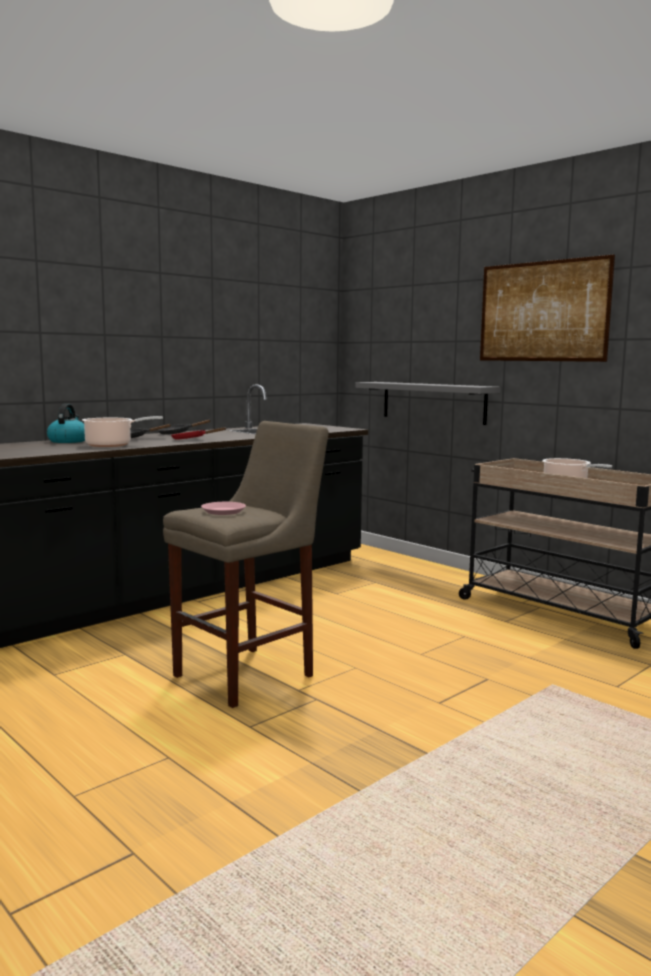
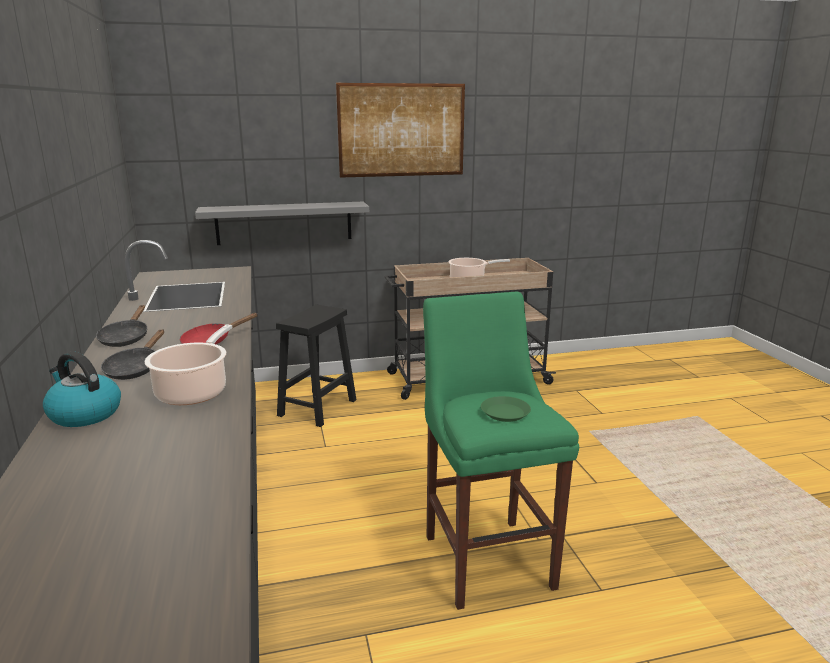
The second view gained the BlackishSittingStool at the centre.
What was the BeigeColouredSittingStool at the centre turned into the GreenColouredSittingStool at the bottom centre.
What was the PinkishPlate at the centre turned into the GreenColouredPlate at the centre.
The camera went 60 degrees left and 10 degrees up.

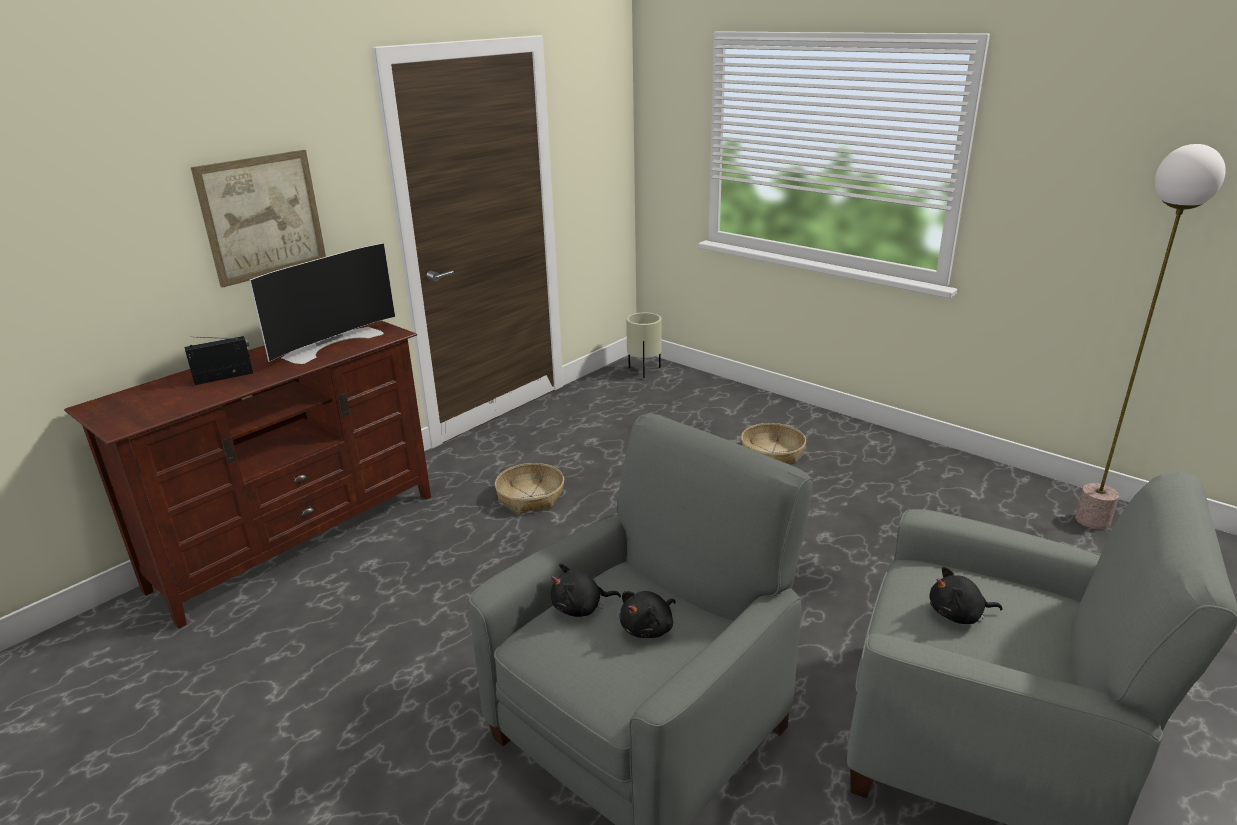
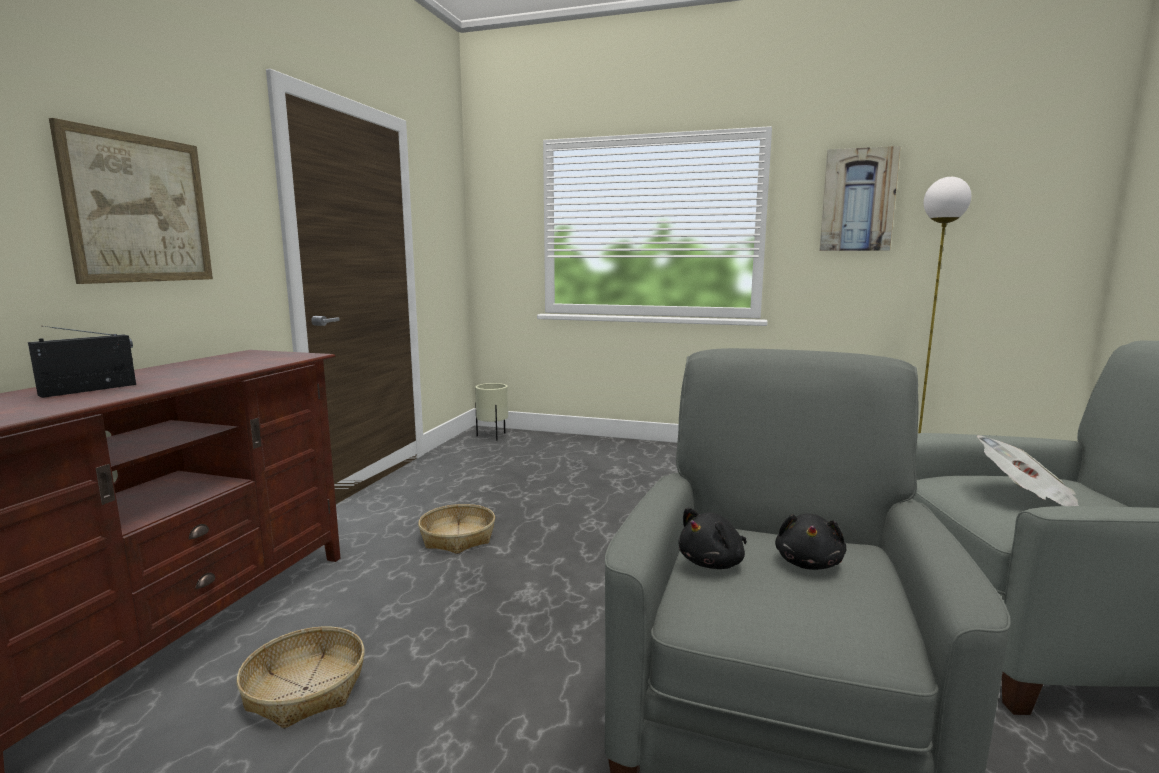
The second view lost the Television at the middle left.
The second view gained the Picture (2nd from left) at the top right.
The StorageBasket (2nd from left in the first image) ended up elsewhere, having gone from the centre to the bottom left.
Where the BlackishSoftToy (3rd from left) stood at the bottom right, the PrintedPaper came to stand at the middle right.
The camera went 25 degrees left and 15 degrees down.

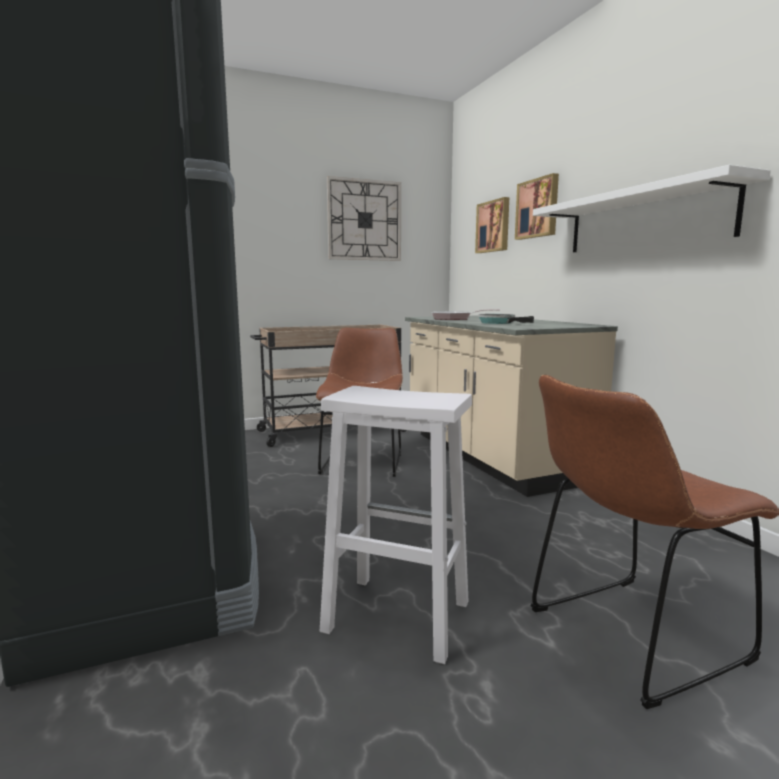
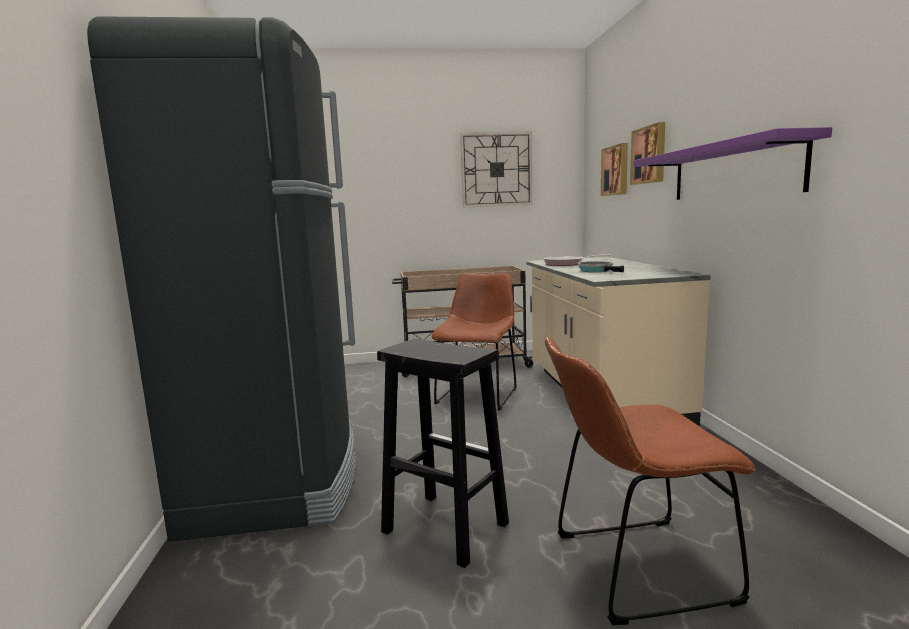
What was the WhiteColouredSittingStool at the bottom centre turned into the BlackishSittingStool at the bottom centre.
What was the WhiteColouredBracketShelf at the top right turned into the PurpleBracketShelf at the top right.
The camera went 15 degrees right and 0 degrees up.

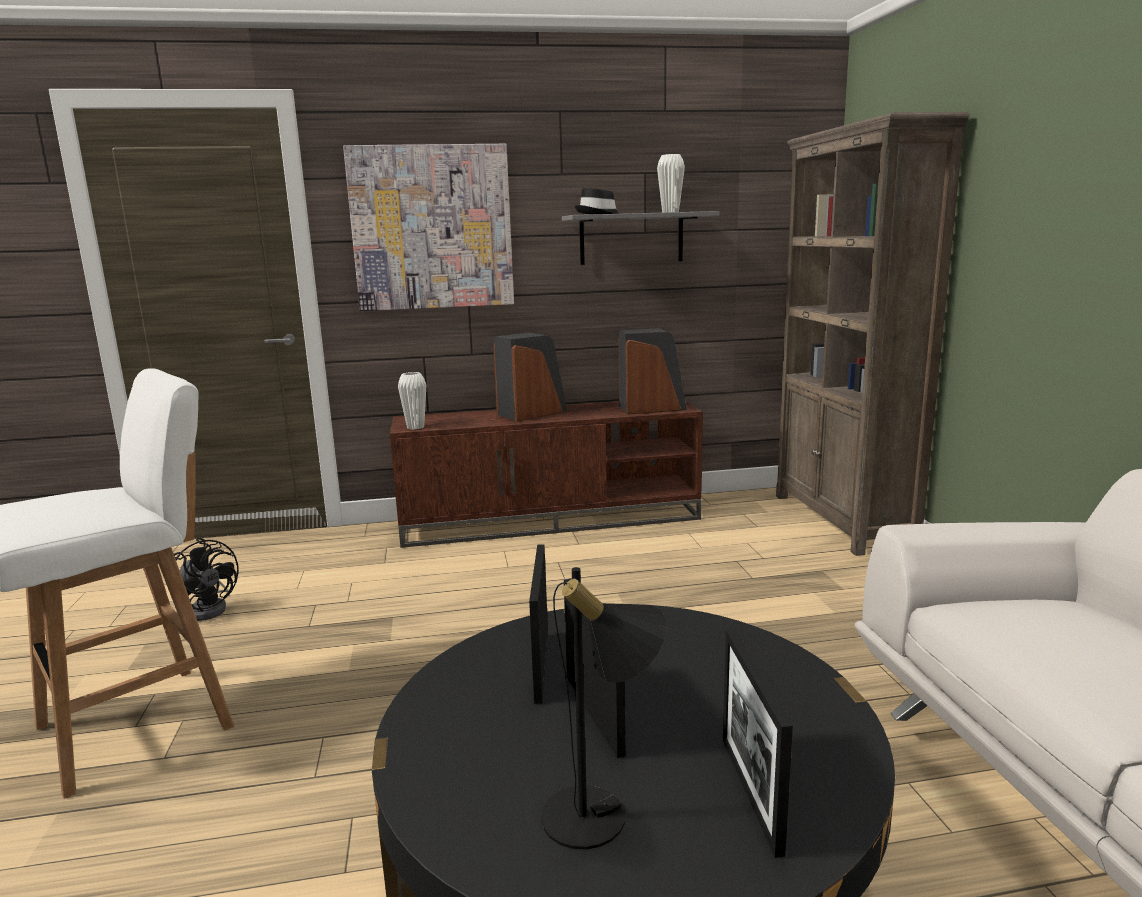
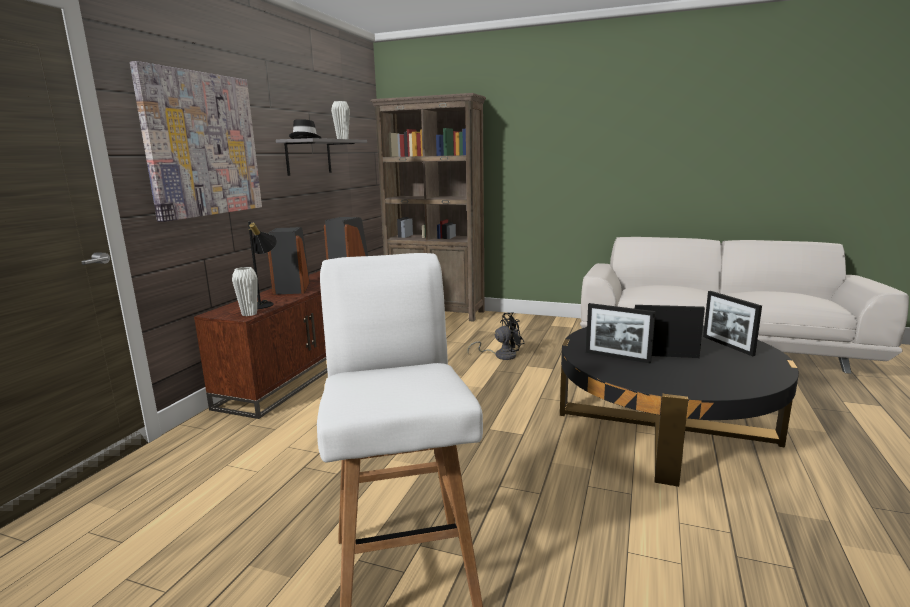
The BlackishFan ended up elsewhere, having gone from the middle left to the centre.
The BlackishTableLamp ended up elsewhere, having gone from the bottom centre to the middle left.
The PhotoFrame (3rd from left) at the bottom centre ended up facing another way, 45 degrees clockwise from before.
The camera went 60 degrees left and 0 degrees up.

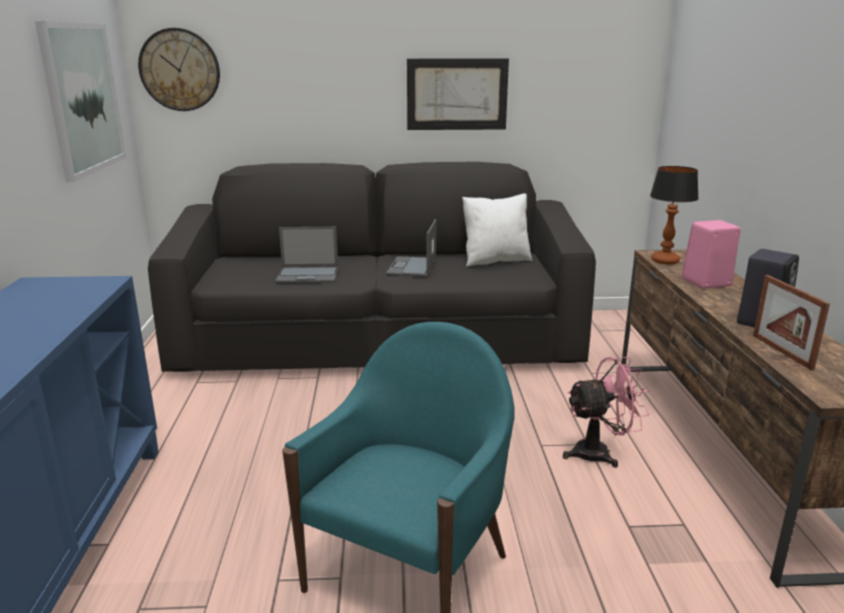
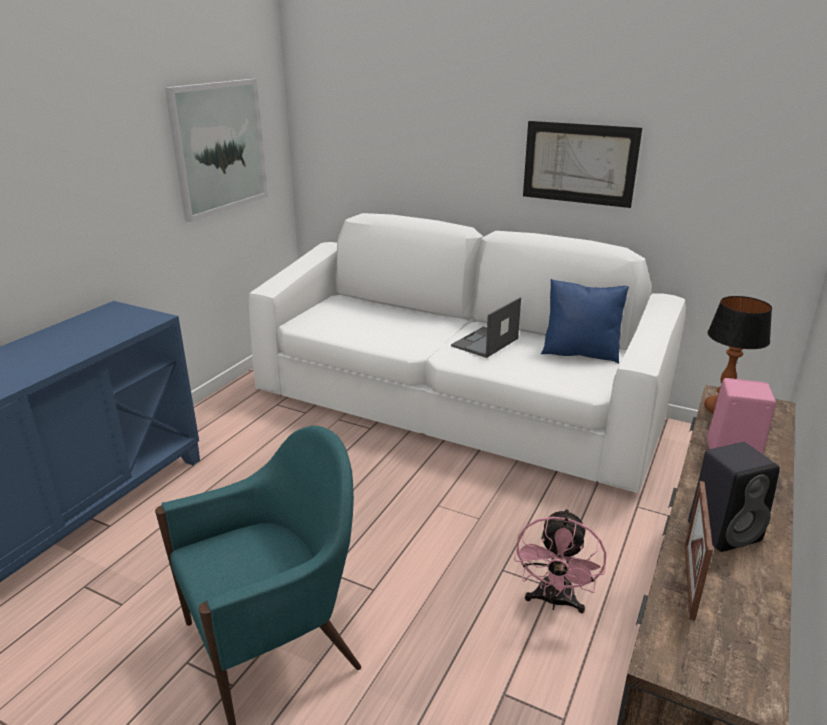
The second view lost the HangingClock at the top left.
The second view lost the PortableComputer (1st from left) at the centre.
What was the BlackishSettee at the centre turned into the WhiteColouredSettee at the centre.
What was the WhiteColouredPillow at the centre turned into the BlueColouredPillow at the middle right.
The PinkishFan at the bottom right ended up facing another way, 90 degrees clockwise from before.
The camera went 30 degrees right and 5 degrees up.

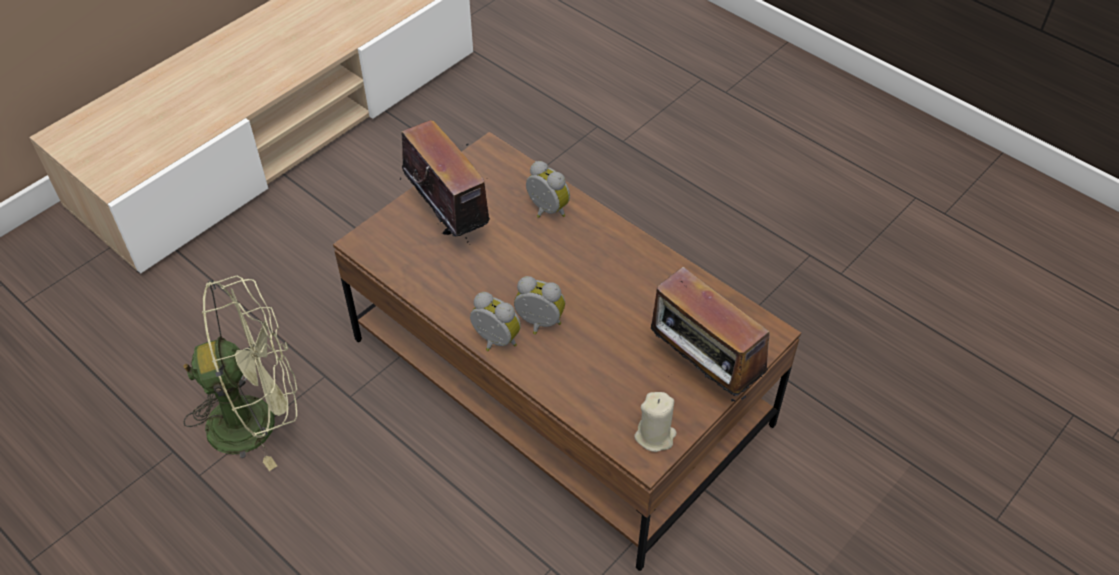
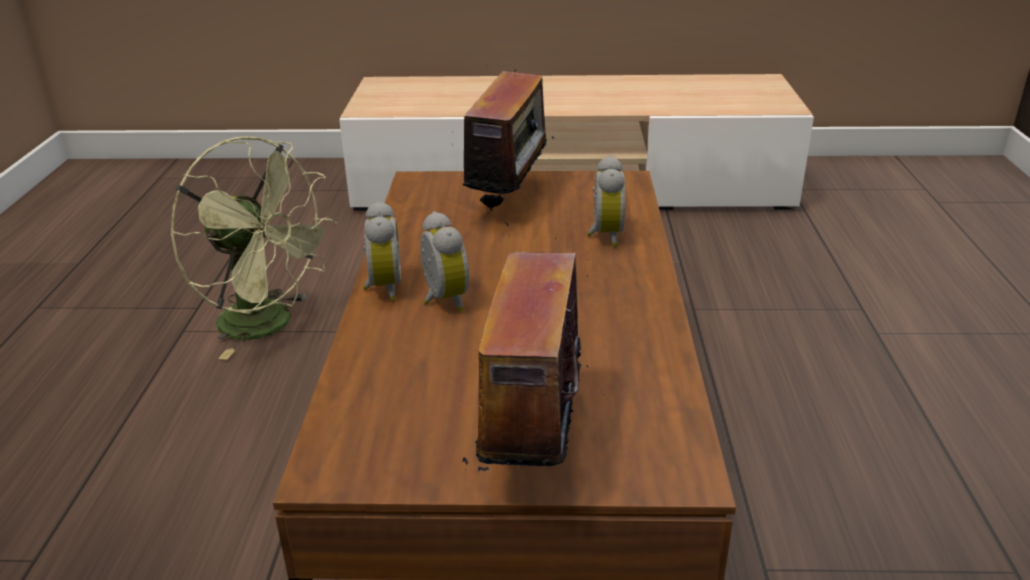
The second view lost the BeigeColouredWaxLight at the bottom centre.
The camera went 50 degrees right and 20 degrees down.

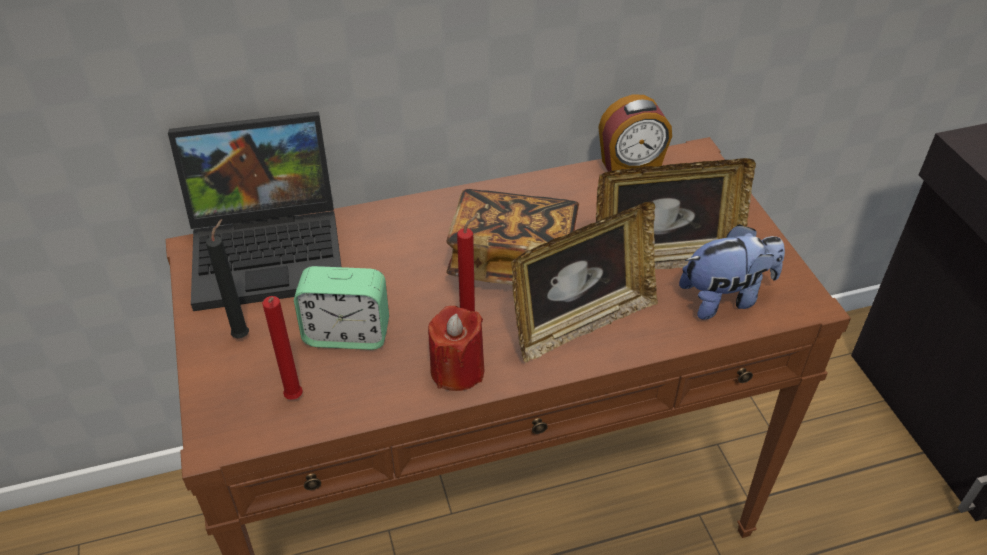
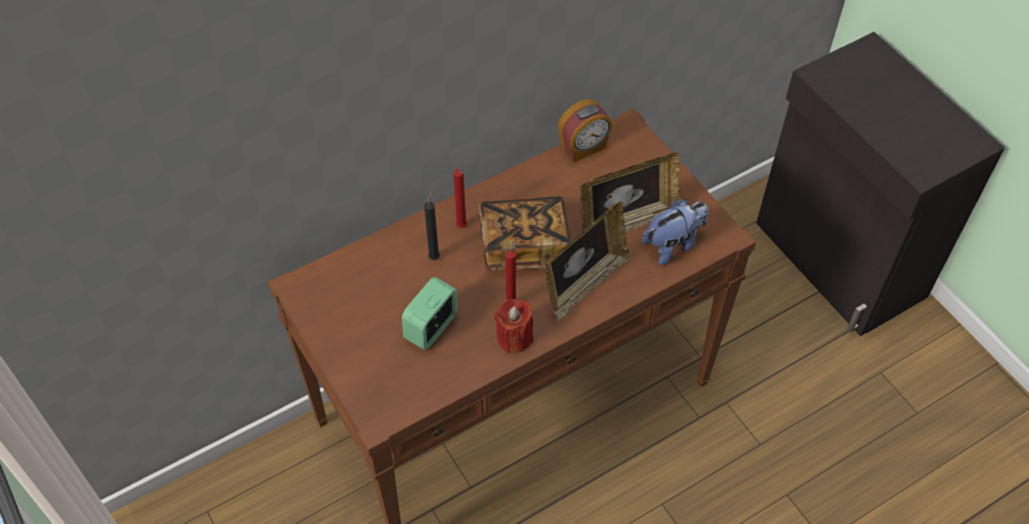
The second view lost the PortableComputer at the middle left.
The BlackishWaxLight ended up elsewhere, having gone from the middle left to the centre.
The RedWaxLight (1st from left) ended up elsewhere, having gone from the middle left to the centre.
The BedsideClock (1st from left) at the centre ended up facing another way, 135 degrees clockwise from before.
The camera went 15 degrees left and 10 degrees up.

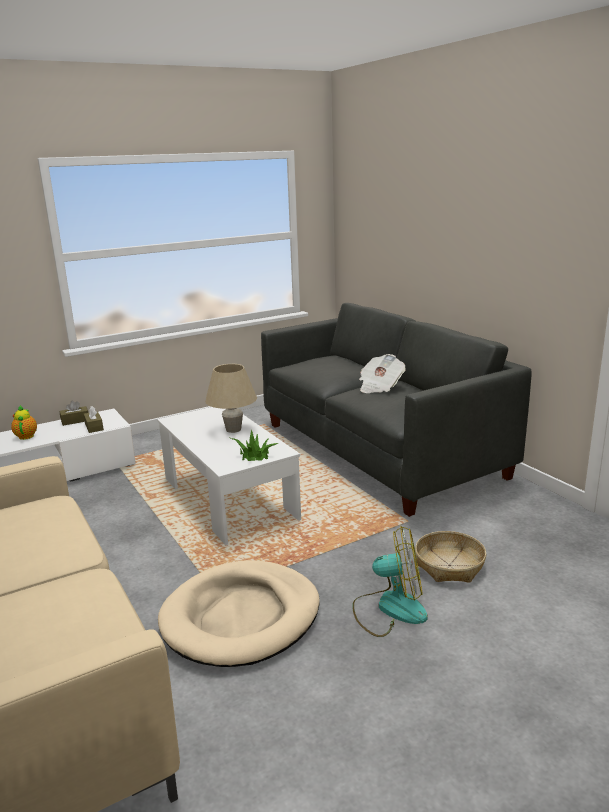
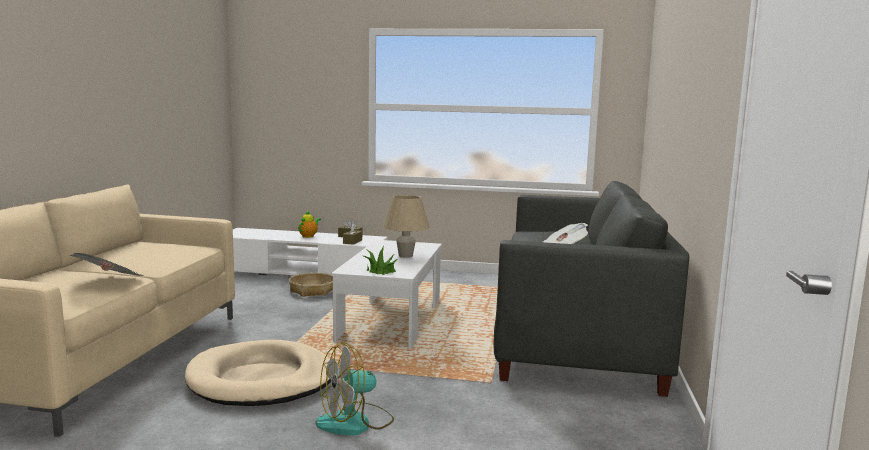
The second view gained the PrintedPaper (1st from left) at the middle left.
The StorageBasket ended up elsewhere, having gone from the bottom right to the centre.
The Fan at the bottom centre ended up facing another way, 105 degrees clockwise from before.
The camera went 40 degrees right and 10 degrees down.

